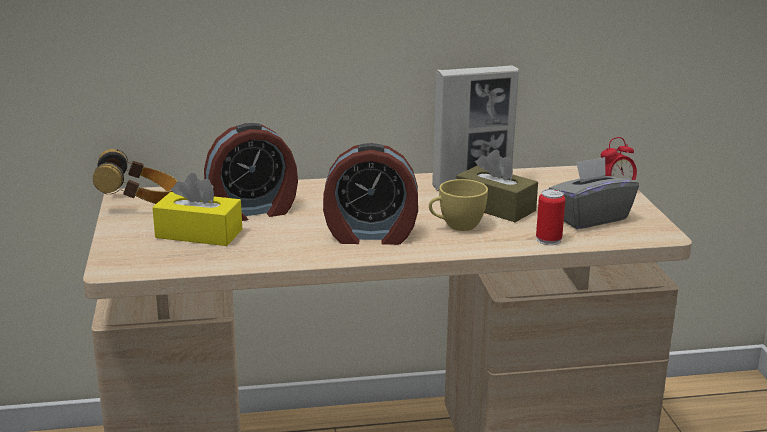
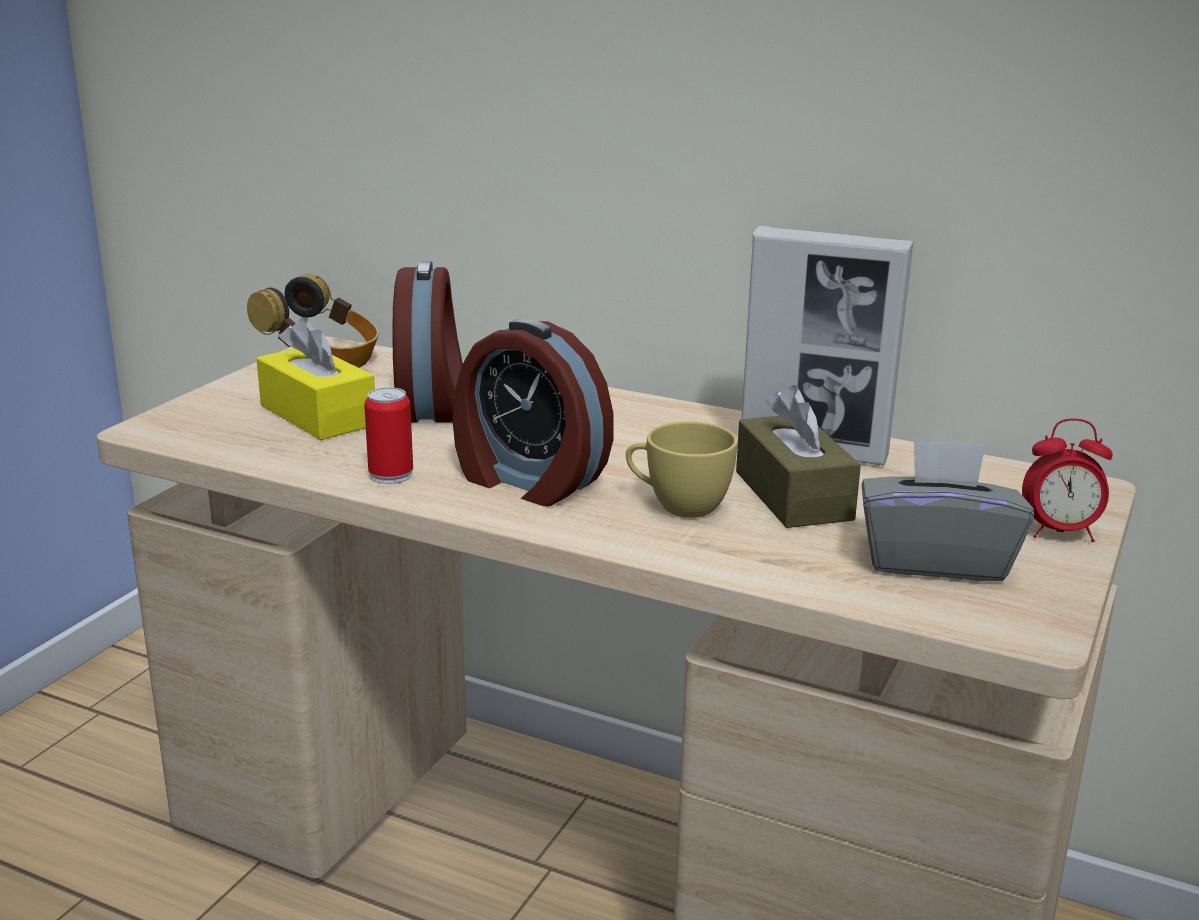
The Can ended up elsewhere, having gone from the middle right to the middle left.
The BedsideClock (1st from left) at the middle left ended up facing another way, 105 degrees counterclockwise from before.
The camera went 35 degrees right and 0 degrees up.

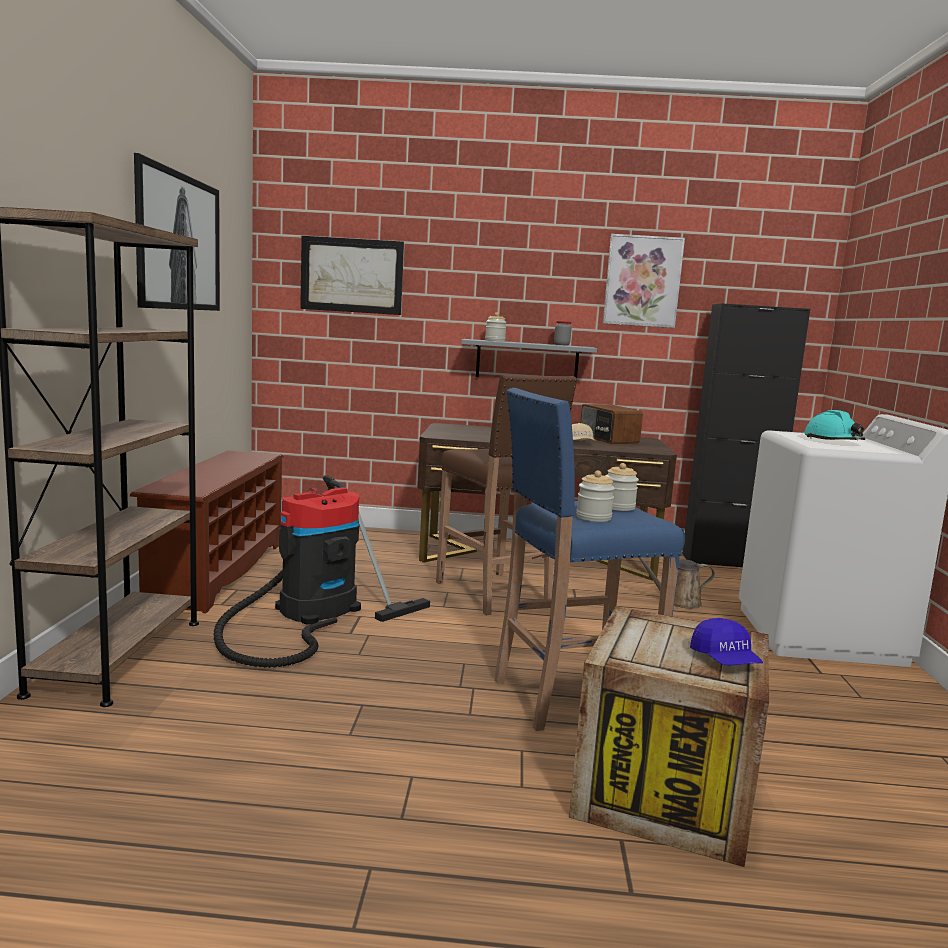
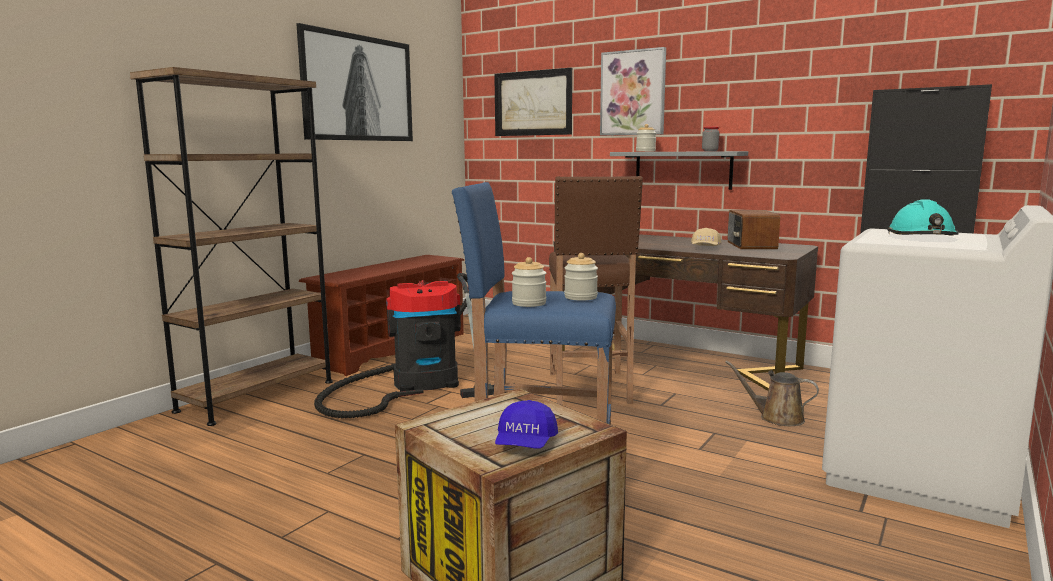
The Picture (3rd from left) ended up elsewhere, having gone from the top right to the top centre.
The camera went 30 degrees right and 0 degrees up.

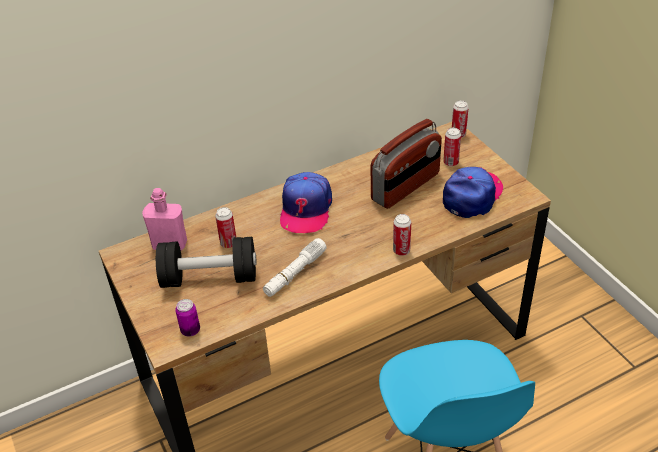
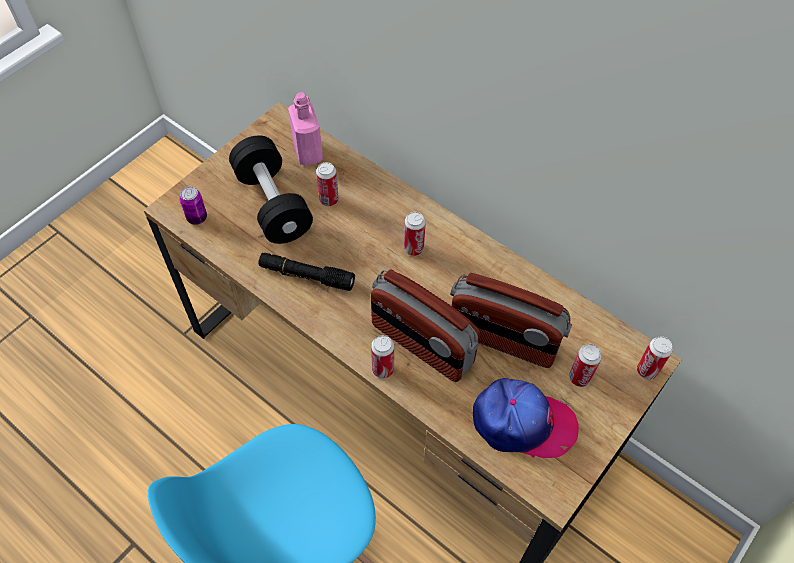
The second view gained the Radio (1st from left) at the centre.
Where the BaseballCap (1st from left) stood at the centre, the Can (4th from left) came to stand at the centre.
What was the WhiteColouredTorch at the centre turned into the BlackishTorch at the centre.
The camera went 65 degrees right and 15 degrees up.

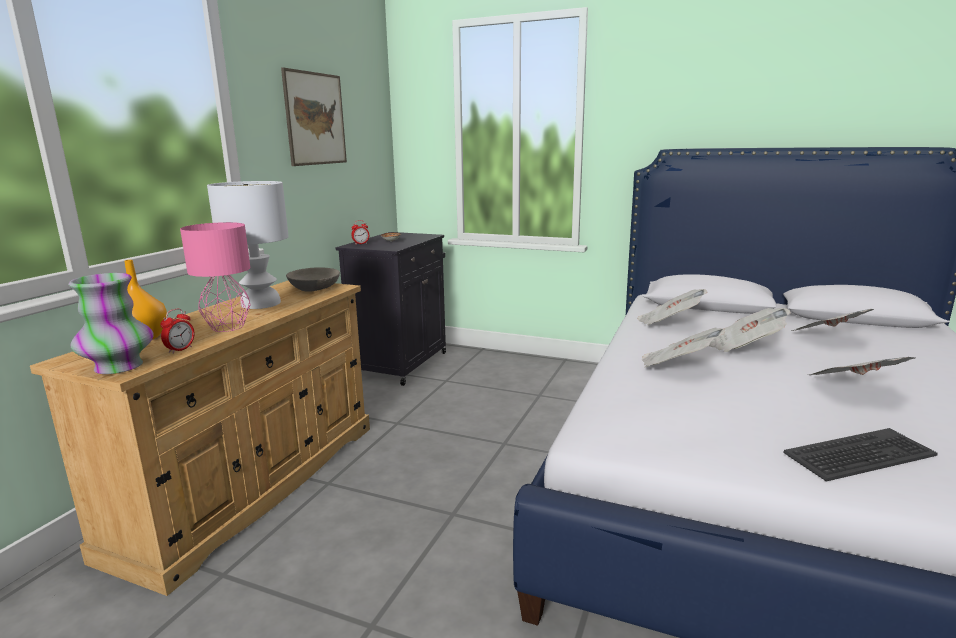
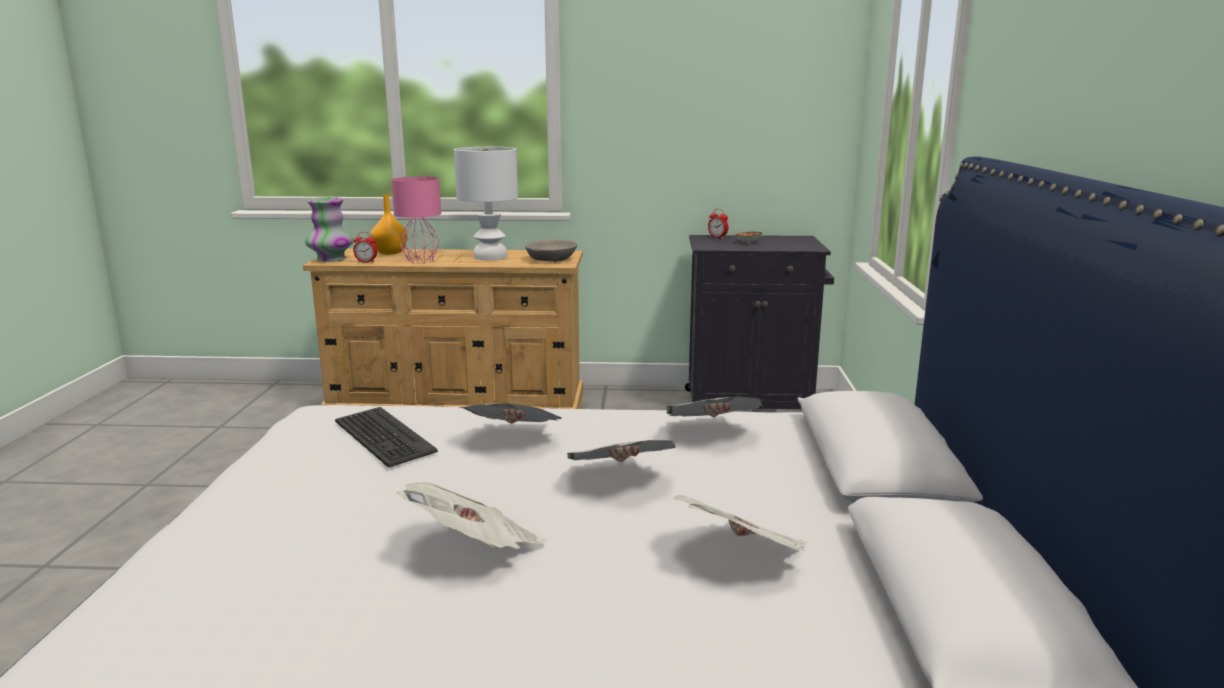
The second view lost the Picture at the top left.
The PcKeyboard ended up elsewhere, having gone from the bottom right to the middle left.
The camera went 70 degrees right and 0 degrees up.

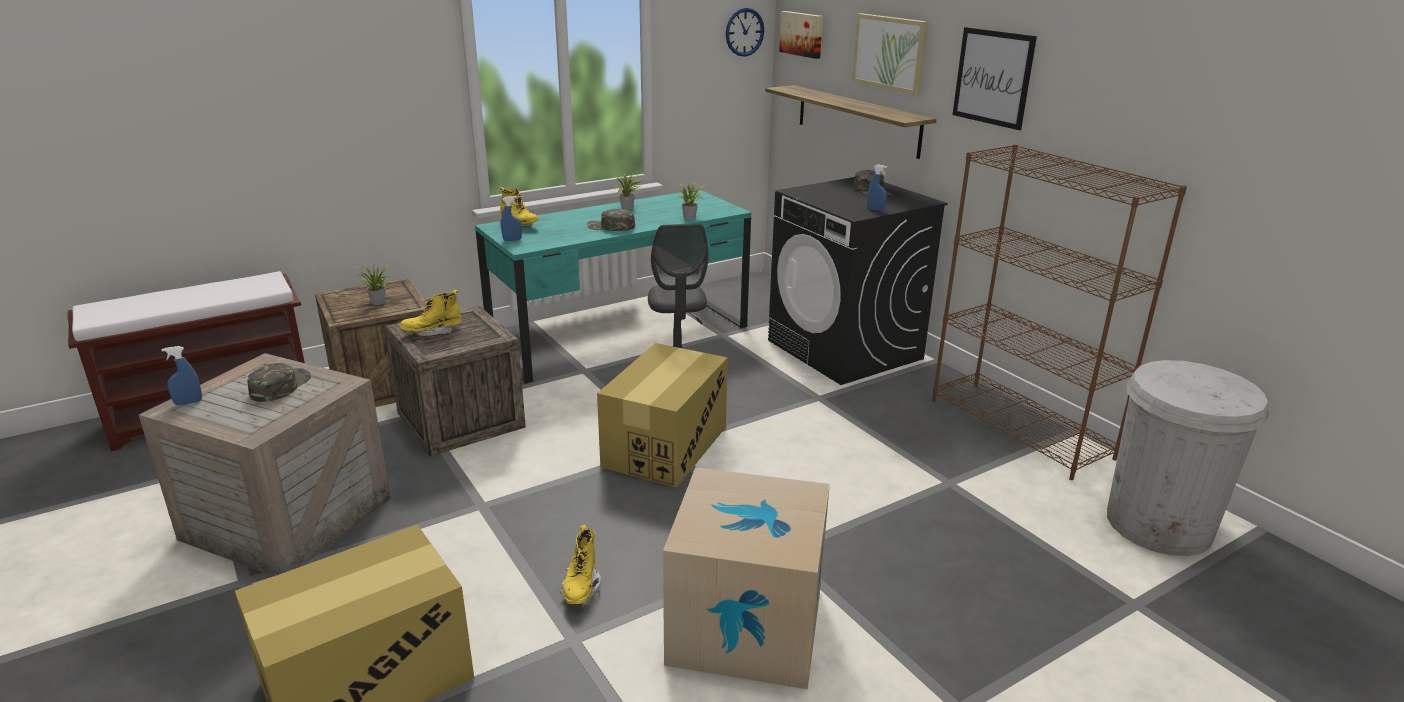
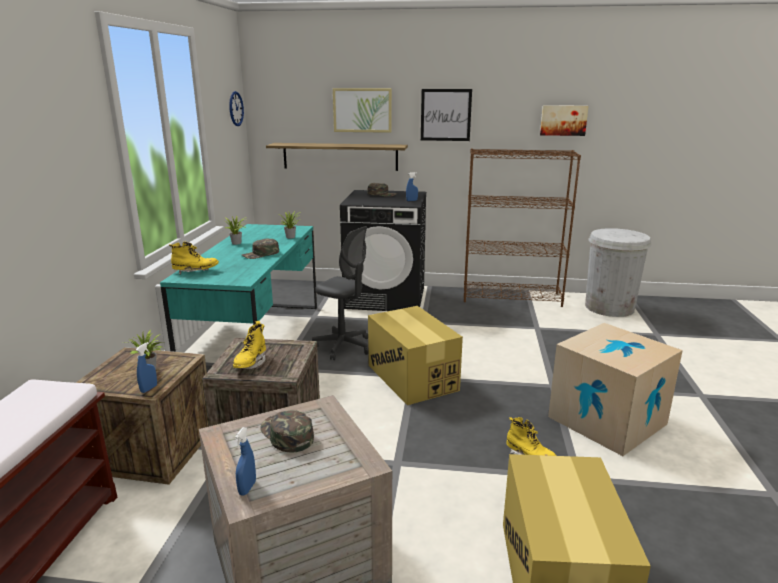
The BlueColouredSprayBottle (2nd from left in the first image) ended up elsewhere, having gone from the top centre to the middle left.
The Picture (1st from left in the first image) ended up elsewhere, having gone from the top centre to the top right.
The camera went 50 degrees left and 5 degrees down.

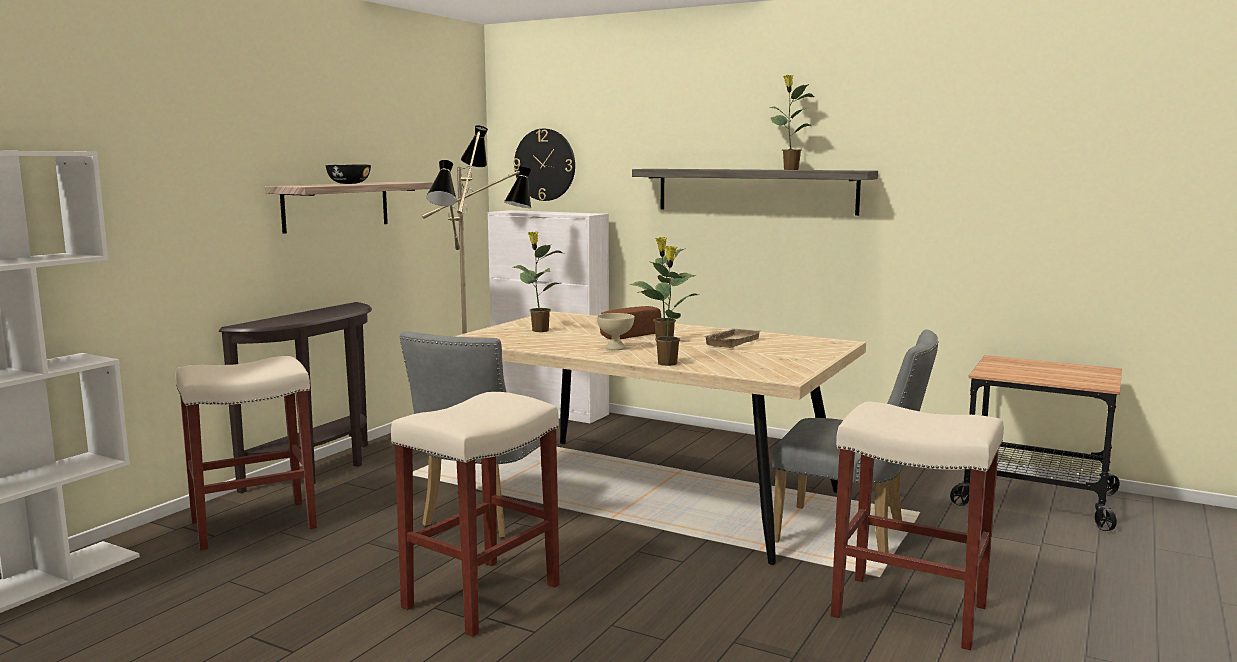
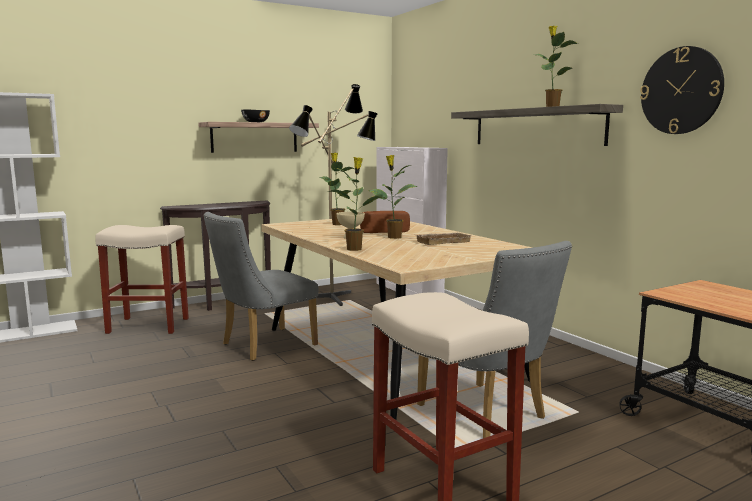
The second view lost the BeigeColouredSittingStool (2nd from left) at the bottom centre.
The HangingClock ended up elsewhere, having gone from the top centre to the top right.
The camera went 30 degrees right and 0 degrees up.

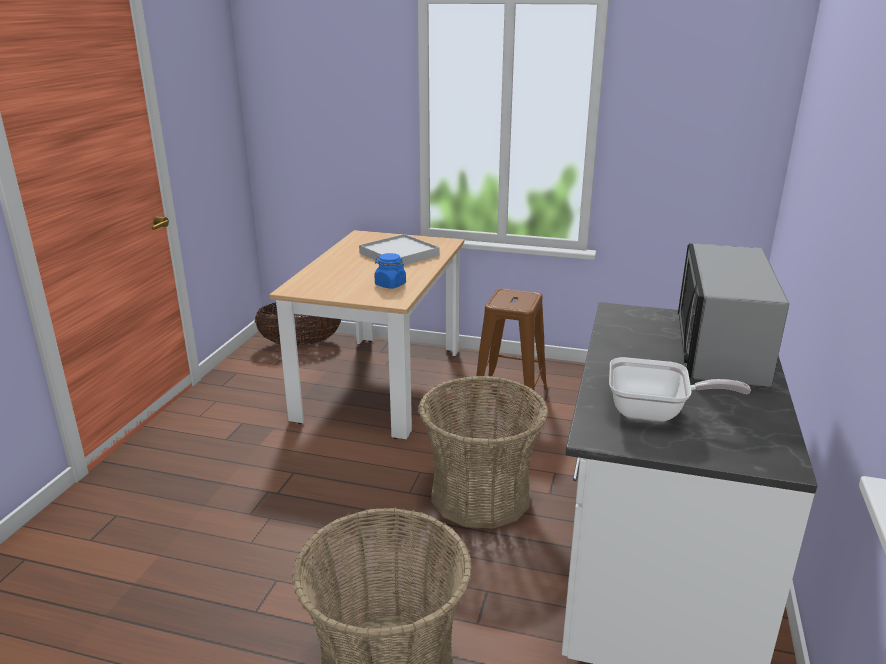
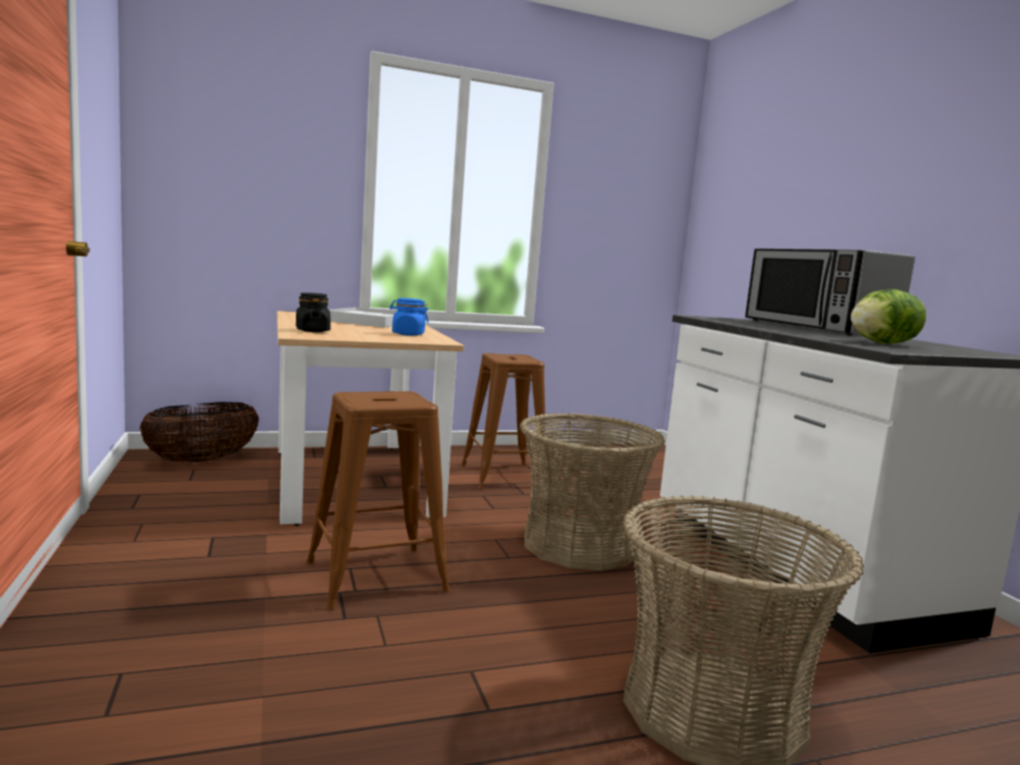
The second view gained the BlackishJar at the middle left.
The second view gained the BrownSittingStool (1st from left) at the centre.
Where the Pan stood at the middle right, the HeadOfLettuce came to stand at the middle right.
The camera went 35 degrees left and 15 degrees down.

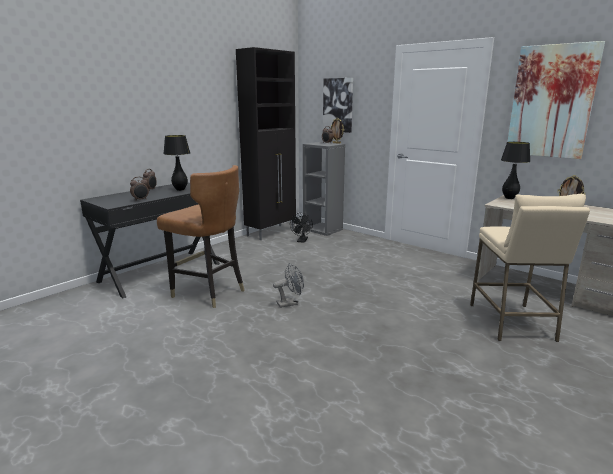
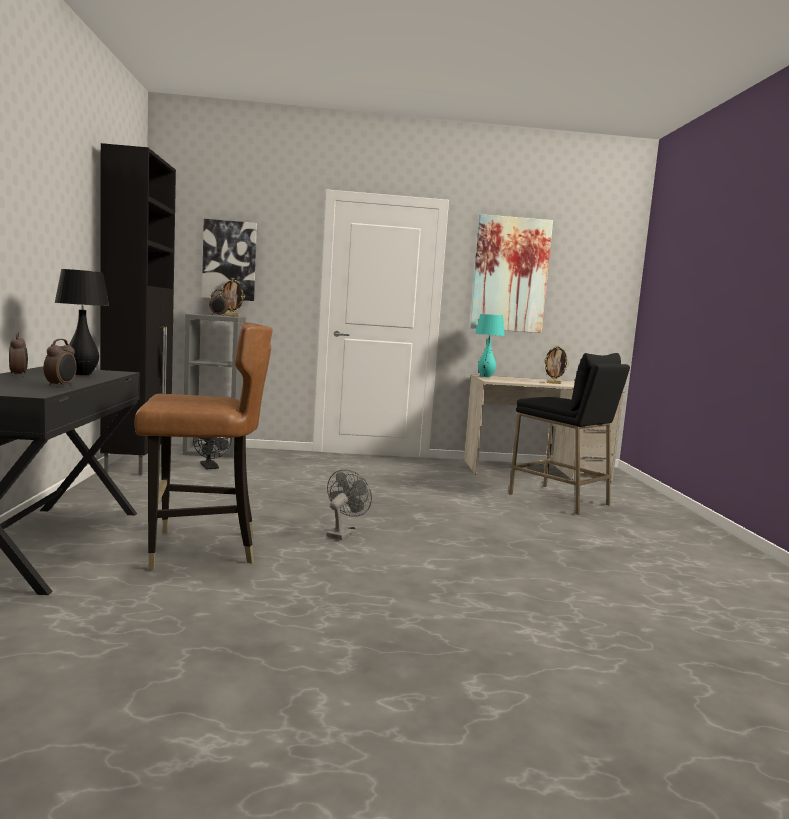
What was the BeigeColouredSittingStool at the middle right turned into the BlackishSittingStool at the middle right.
What was the BlackishTableLamp (2nd from left) at the middle right turned into the BlueGreenTableLamp at the centre.
The camera went 45 degrees left and 10 degrees down.

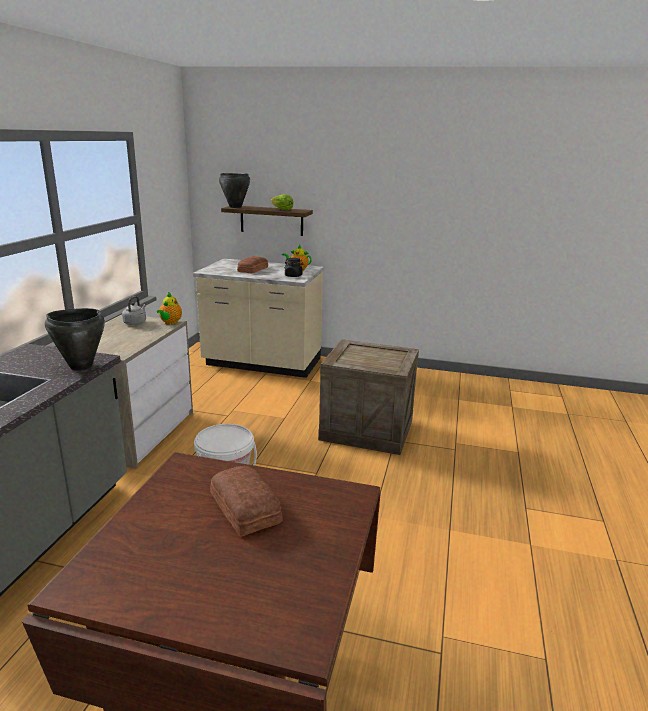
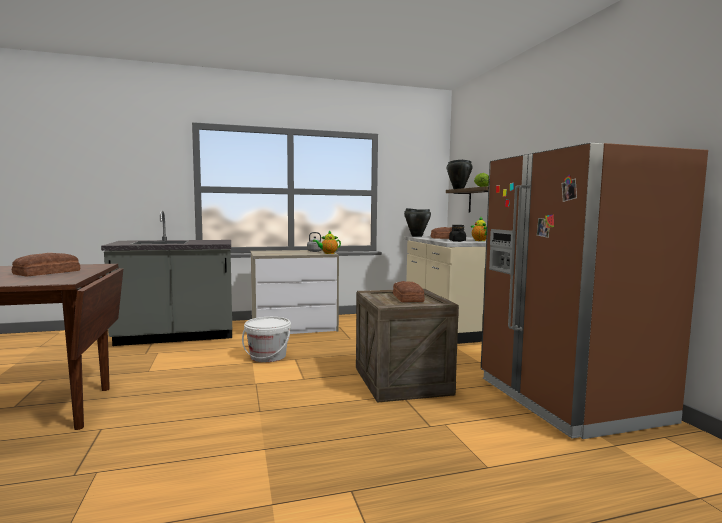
The second view gained the Bread (2nd from left) at the centre.
The second view gained the BrownKitchenFridge at the middle right.
The BlackishCookingPot (1st from left) ended up elsewhere, having gone from the middle left to the centre.
The camera went 60 degrees right and 15 degrees down.

